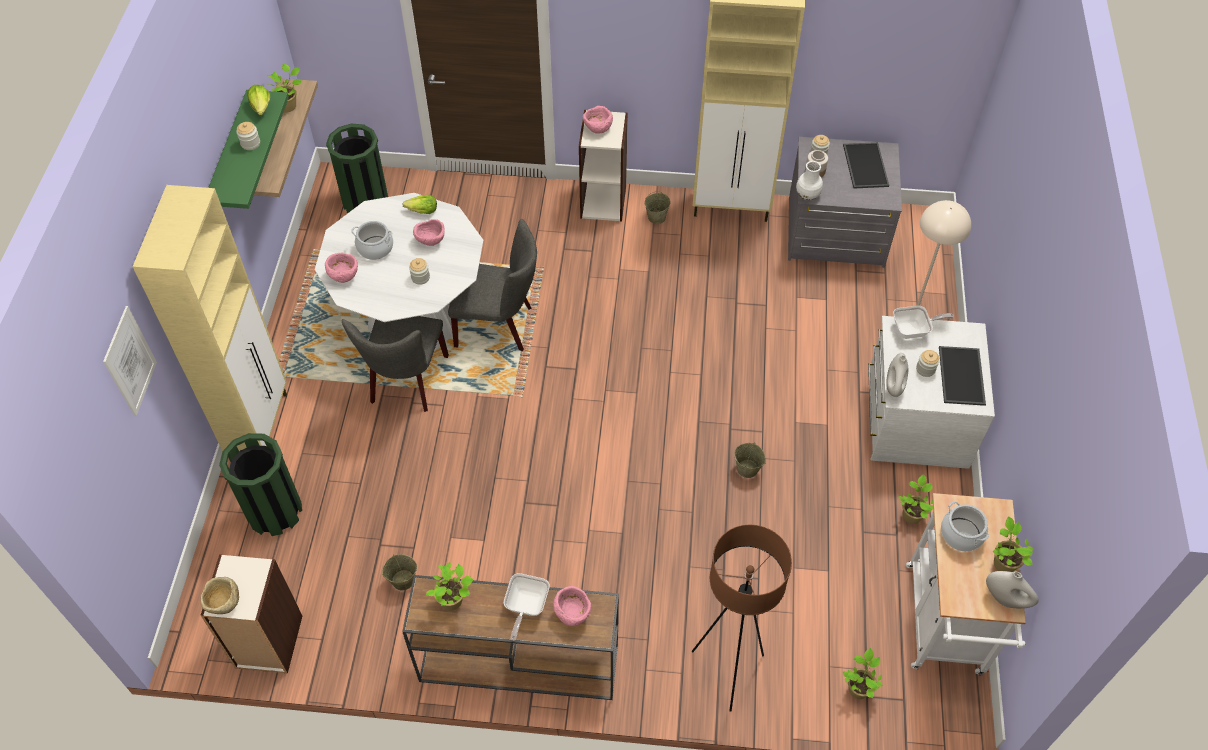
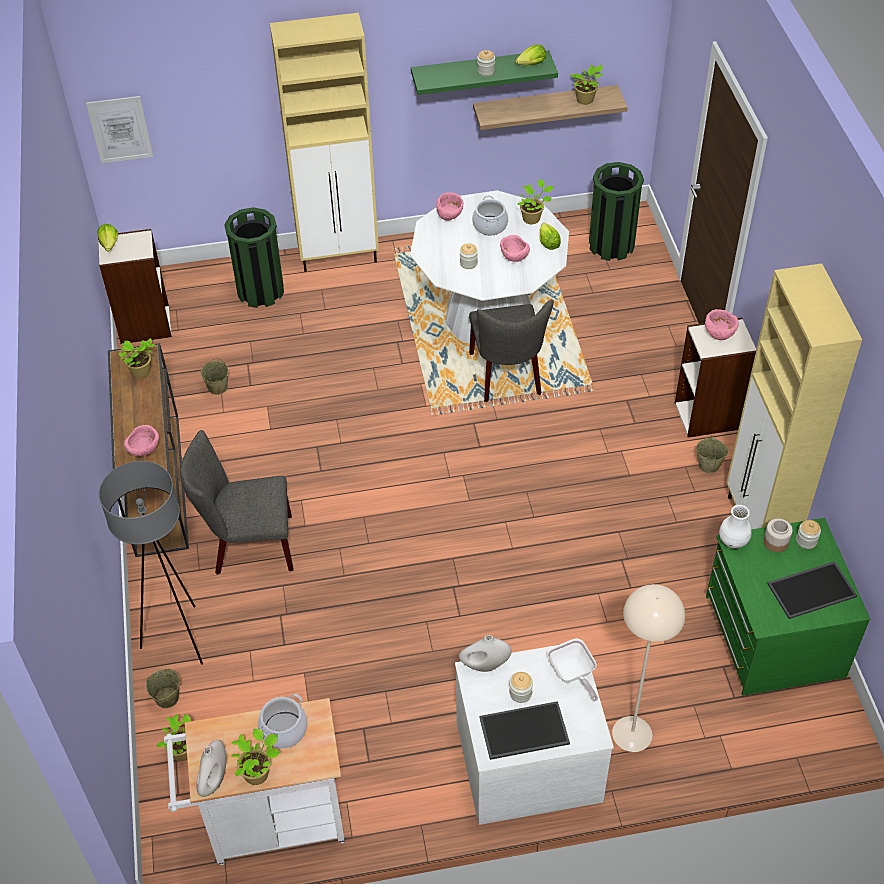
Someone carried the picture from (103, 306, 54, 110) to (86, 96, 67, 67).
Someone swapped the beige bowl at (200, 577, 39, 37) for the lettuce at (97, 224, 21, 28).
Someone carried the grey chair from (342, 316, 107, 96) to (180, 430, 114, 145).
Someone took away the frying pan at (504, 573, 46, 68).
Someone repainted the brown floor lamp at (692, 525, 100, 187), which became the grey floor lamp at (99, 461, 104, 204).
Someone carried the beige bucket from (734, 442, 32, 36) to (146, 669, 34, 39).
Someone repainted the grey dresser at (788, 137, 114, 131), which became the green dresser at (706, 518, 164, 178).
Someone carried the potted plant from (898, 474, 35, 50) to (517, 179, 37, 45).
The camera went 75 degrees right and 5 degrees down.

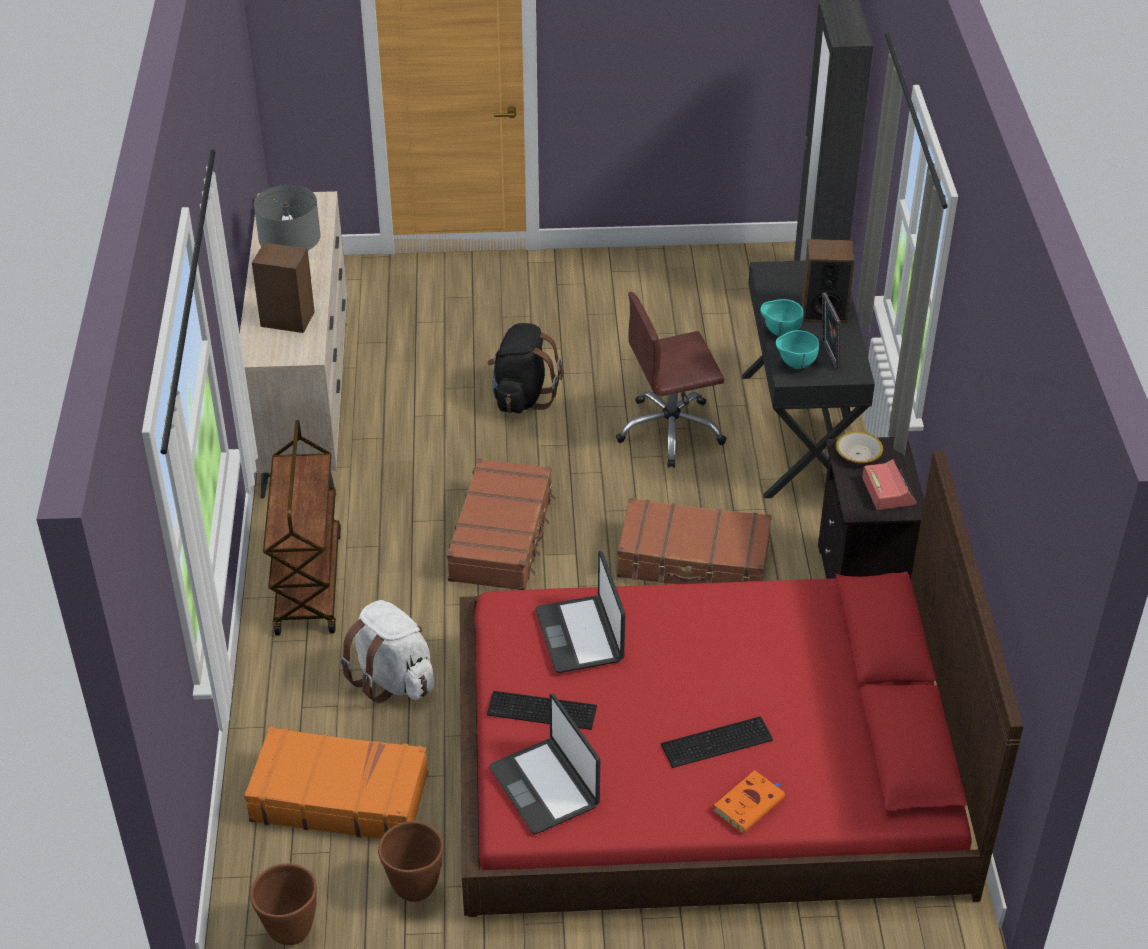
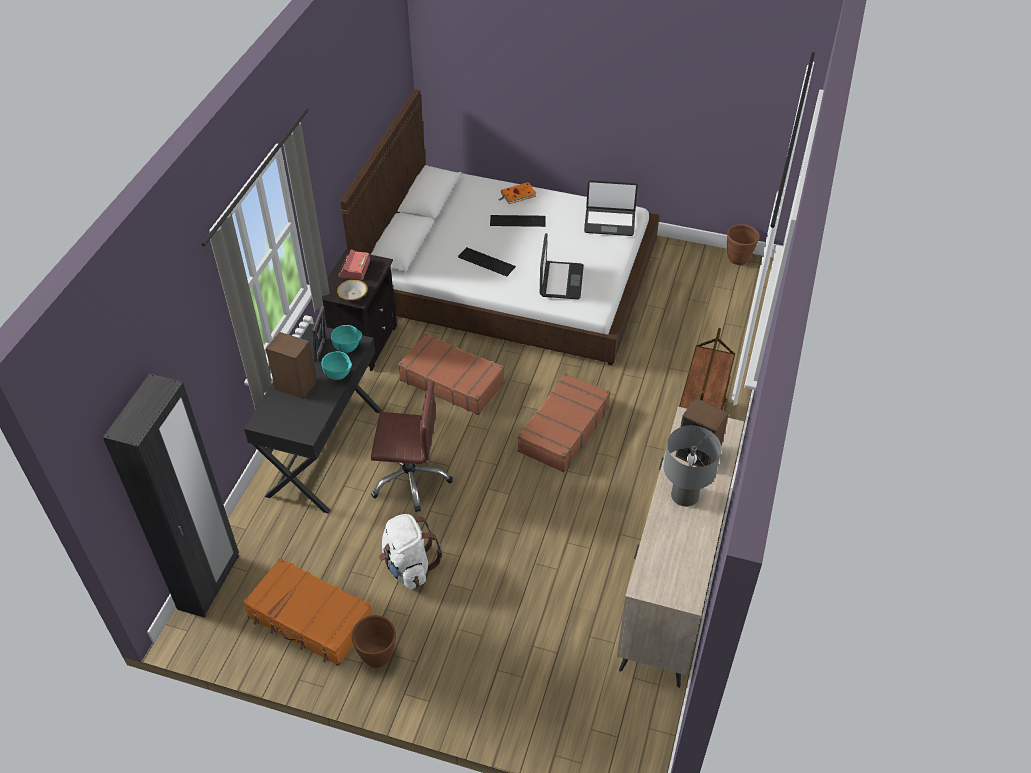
Someone carried the orange suitcase from (244, 727, 184, 112) to (243, 558, 129, 108).
Someone carried the white backpack from (340, 600, 94, 103) to (379, 514, 63, 76).
Someone carried the brown planter from (378, 821, 66, 81) to (352, 615, 44, 53).
Someone repainted the red bed at (459, 451, 565, 466), which became the white bed at (340, 89, 320, 276).
Someone took away the black backpack at (487, 323, 76, 90).
Someone carried the keyboard from (487, 691, 110, 39) to (458, 247, 58, 29).
Someone rotated the laptop at (489, 693, 111, 141) by 105 degrees clockwise.
The camera went 160 degrees left and 5 degrees up.

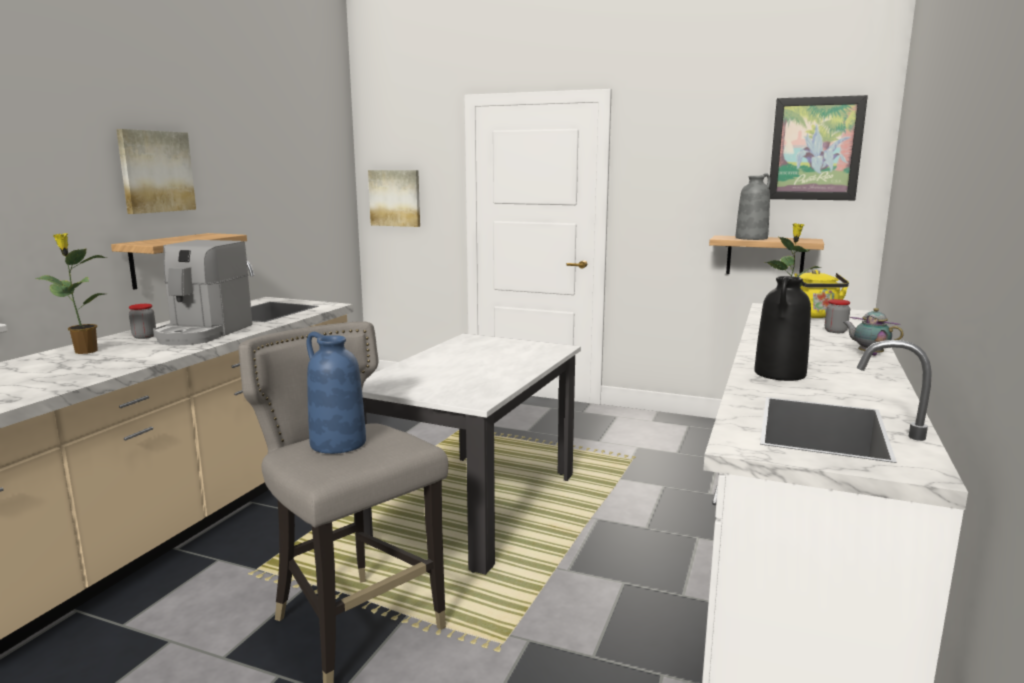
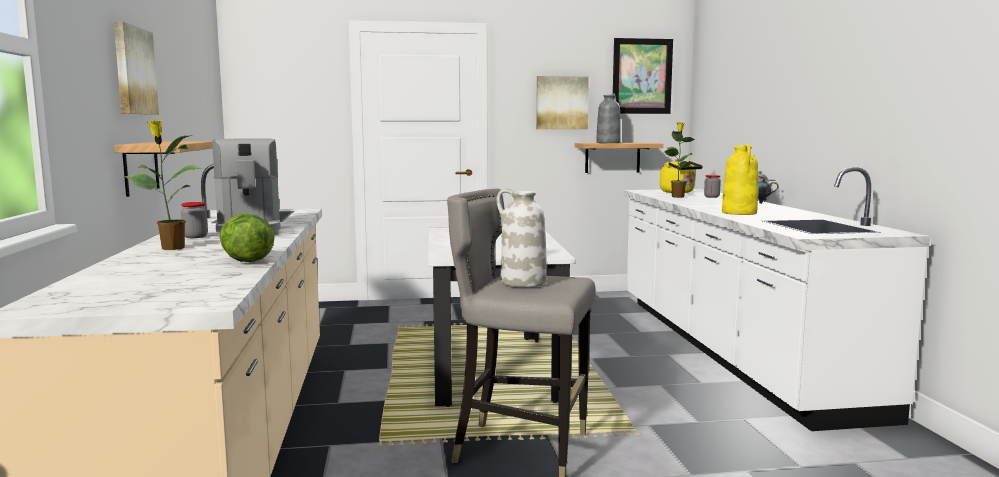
Someone repainted the blue vase at (306, 332, 60, 122), which became the white vase at (496, 188, 51, 99).
Someone carried the picture from (368, 170, 52, 57) to (536, 76, 53, 53).
Someone repainted the black vase at (754, 276, 57, 105), which became the yellow vase at (722, 144, 36, 71).
Someone put down the lettuce at (220, 214, 55, 48).
The camera went 30 degrees left and 5 degrees down.

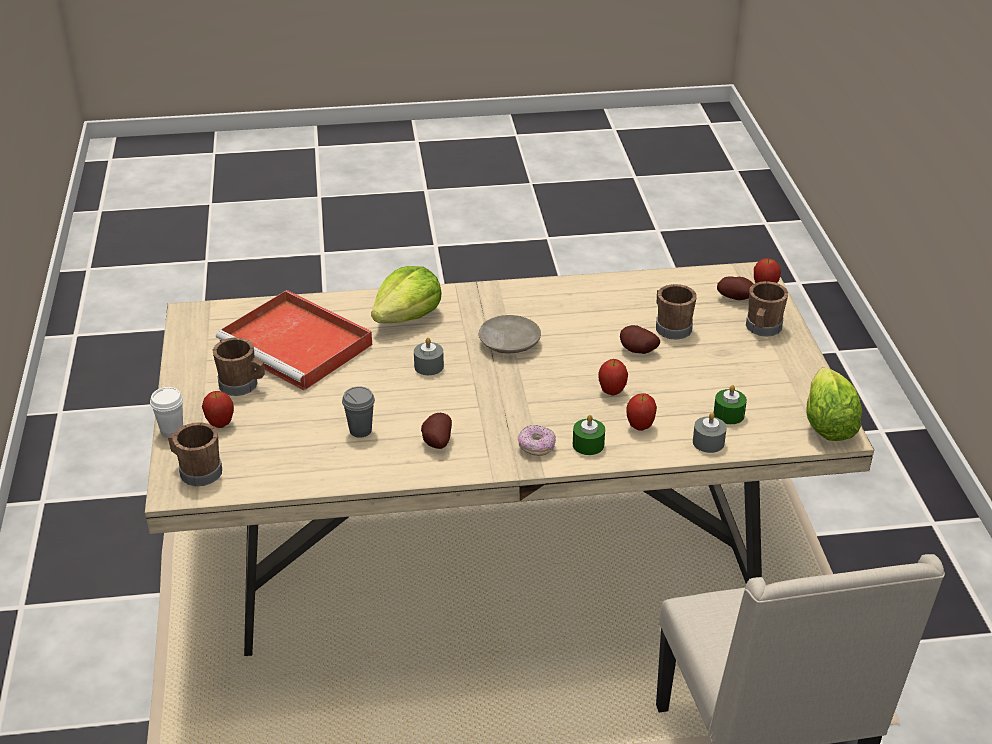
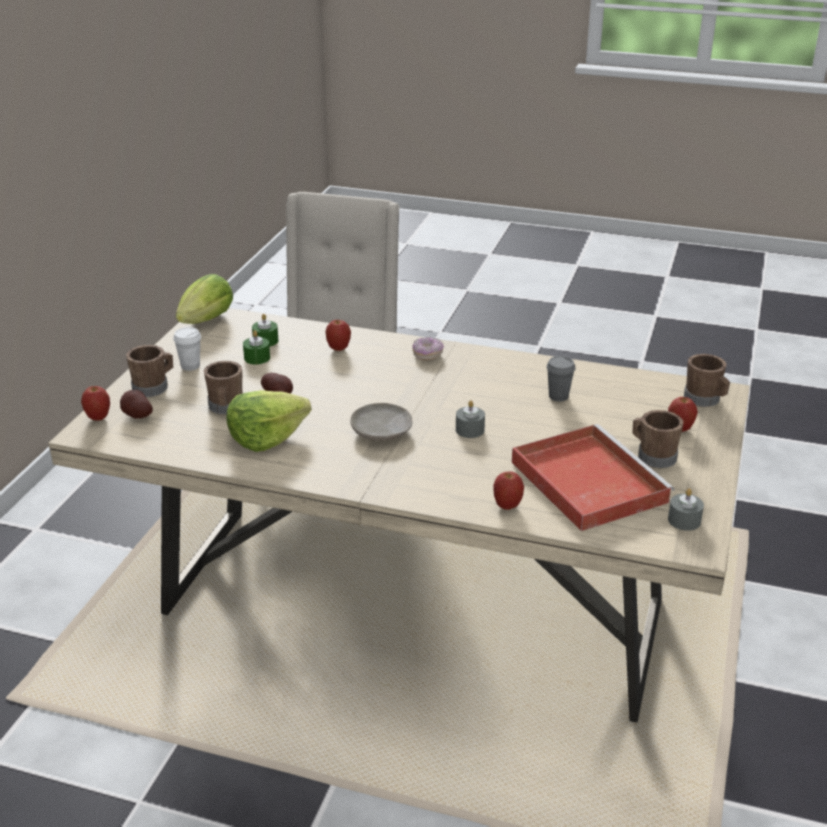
Someone carried the white cup from (150, 387, 33, 51) to (173, 327, 28, 44).
Someone carried the lettuce from (371, 266, 71, 57) to (226, 390, 85, 62).
Someone took away the potato at (421, 413, 31, 36).
Someone carried the green candle from (573, 415, 32, 40) to (243, 330, 27, 35).
Someone carried the apple from (599, 359, 29, 37) to (493, 471, 31, 39).
Someone carried the grey candle from (693, 412, 34, 41) to (668, 488, 36, 43).
The camera went 155 degrees left and 5 degrees down.

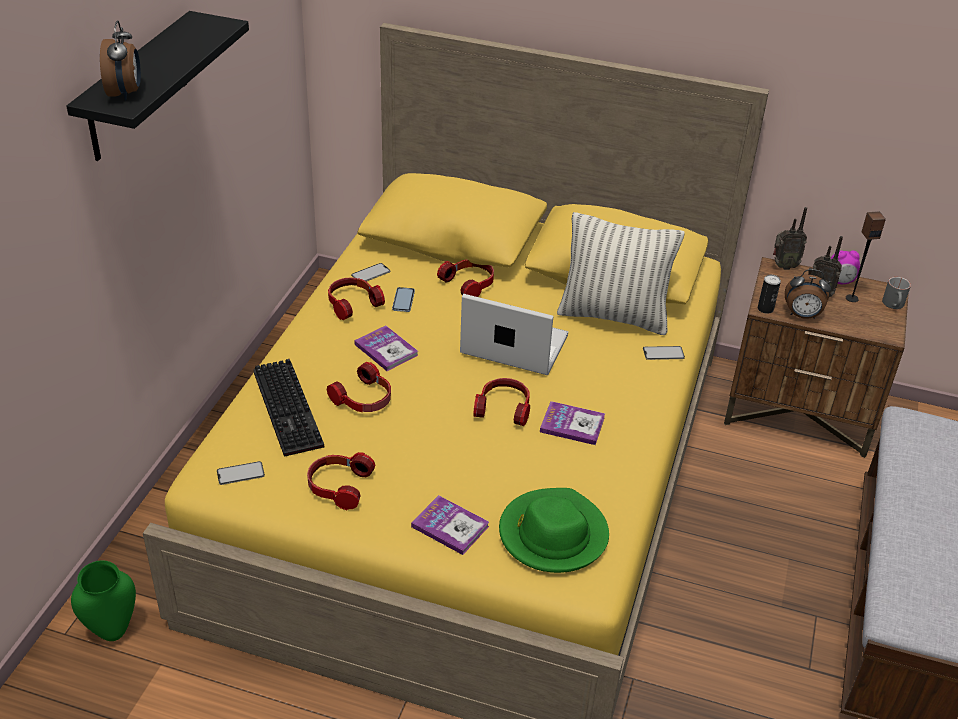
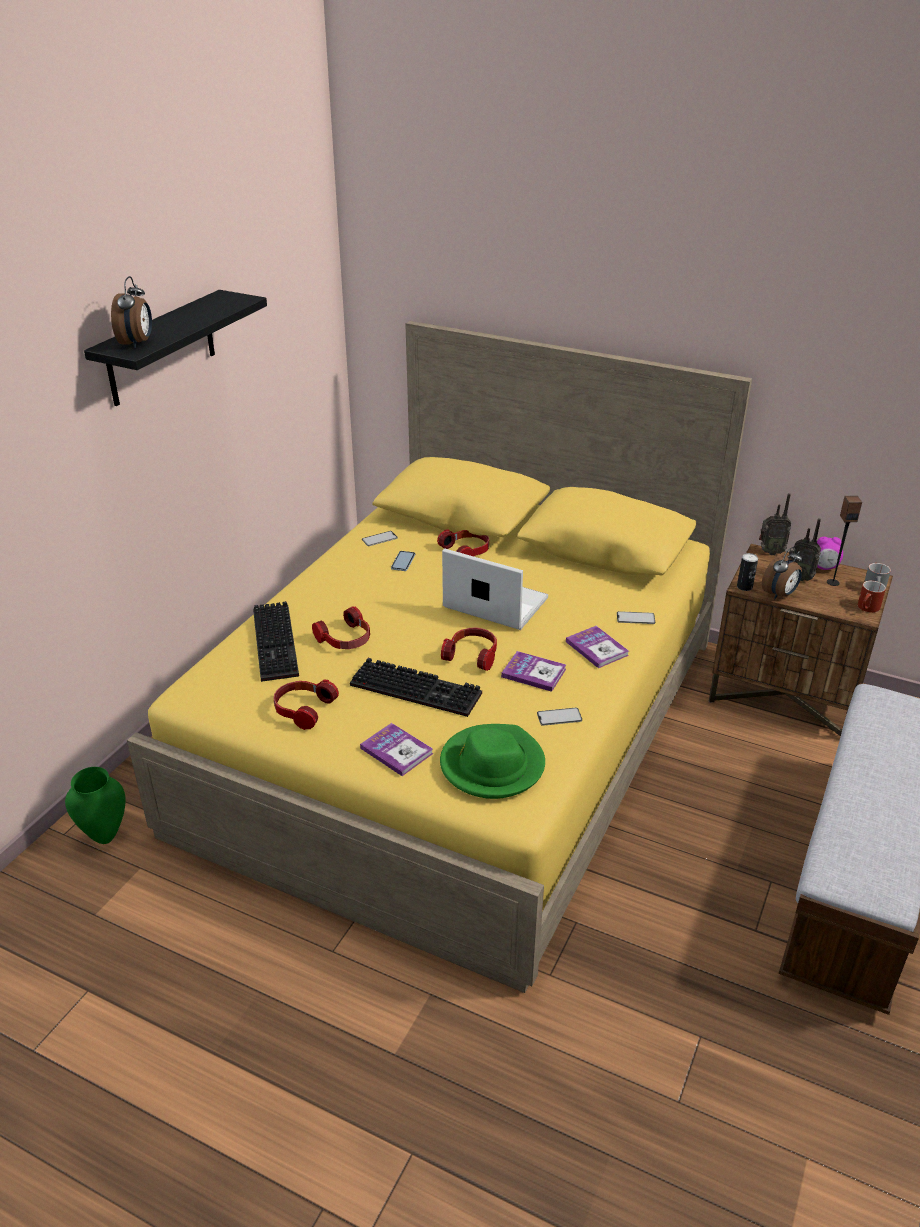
Someone carried the phone from (217, 461, 48, 24) to (537, 708, 45, 18).
Someone took away the headphones at (328, 277, 57, 43).
Someone carried the book from (354, 326, 64, 45) to (566, 626, 63, 42).
Someone took away the pillow at (557, 212, 128, 123).
Someone rotated the alarm clock at (785, 269, 46, 50) by 60 degrees counterclockwise.
Someone put down the keyboard at (350, 658, 132, 59).
Someone put down the red mug at (858, 580, 28, 33).
The camera went 10 degrees right and 5 degrees down.

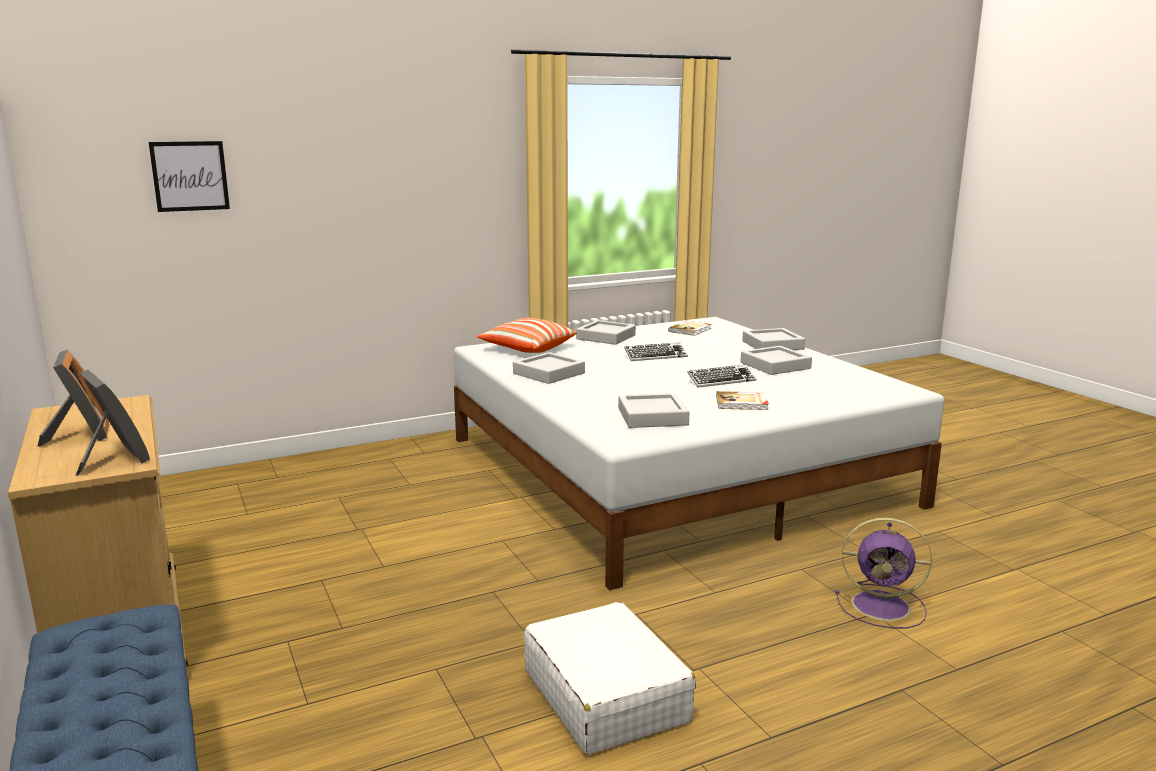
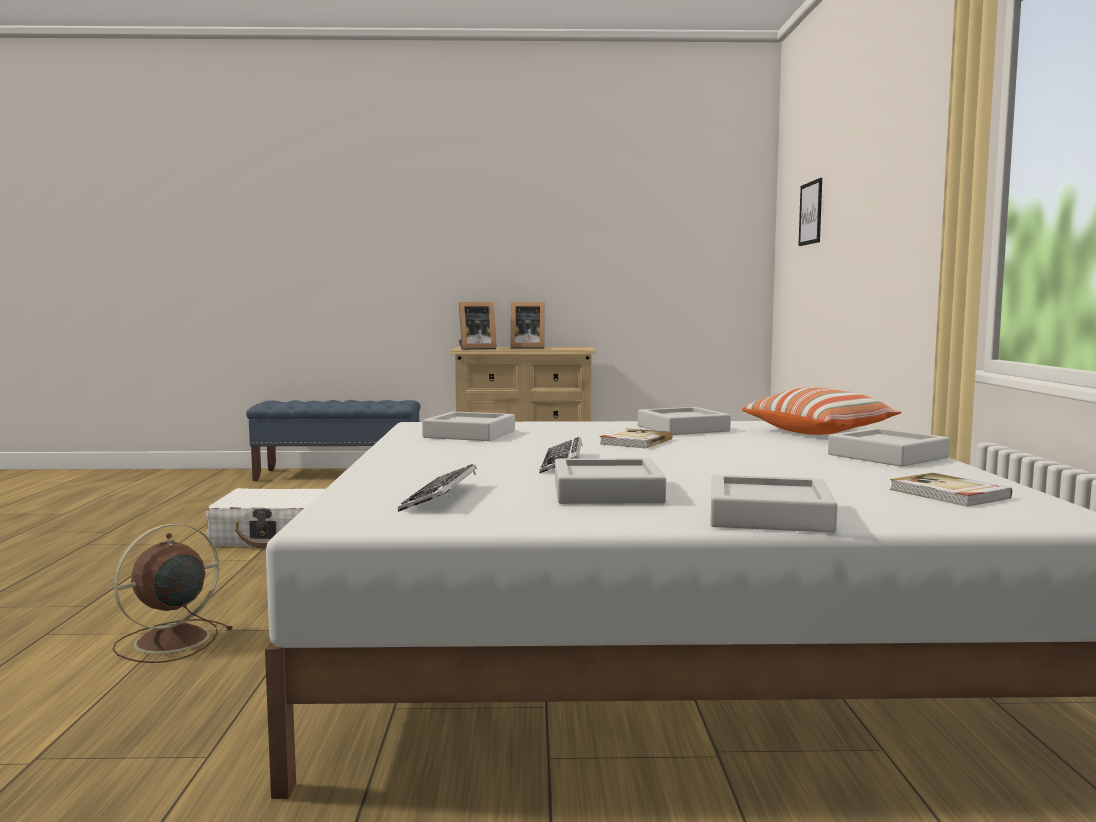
Someone carried the keyboard from (624, 342, 64, 19) to (398, 464, 79, 48).
Someone carried the book from (716, 391, 53, 19) to (600, 428, 73, 20).
Someone repainted the purple fan at (836, 518, 96, 110), which became the brown fan at (113, 524, 119, 139).
The camera went 115 degrees right and 10 degrees down.

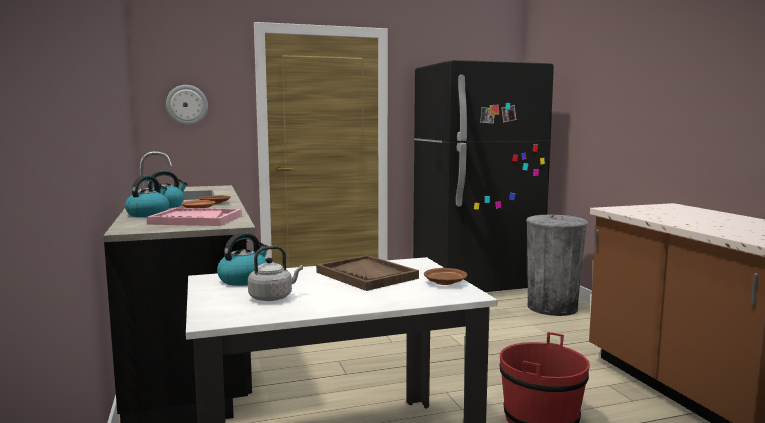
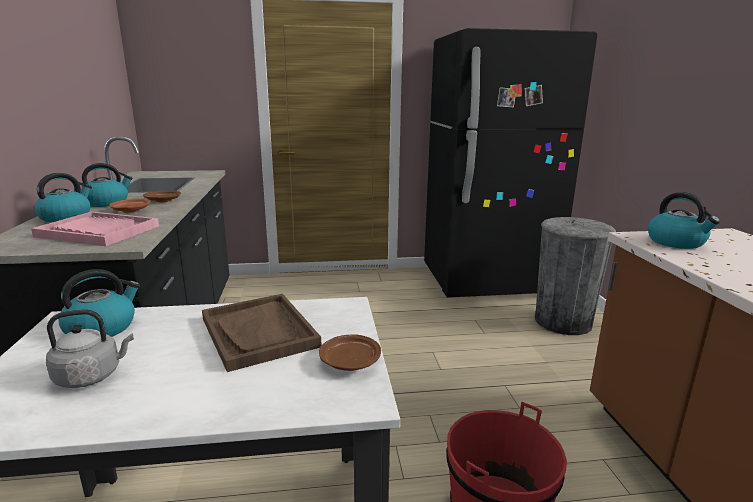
Someone took away the wall clock at (166, 85, 42, 40).
Someone put down the kettle at (648, 192, 72, 57).
The camera went 10 degrees right and 10 degrees up.

